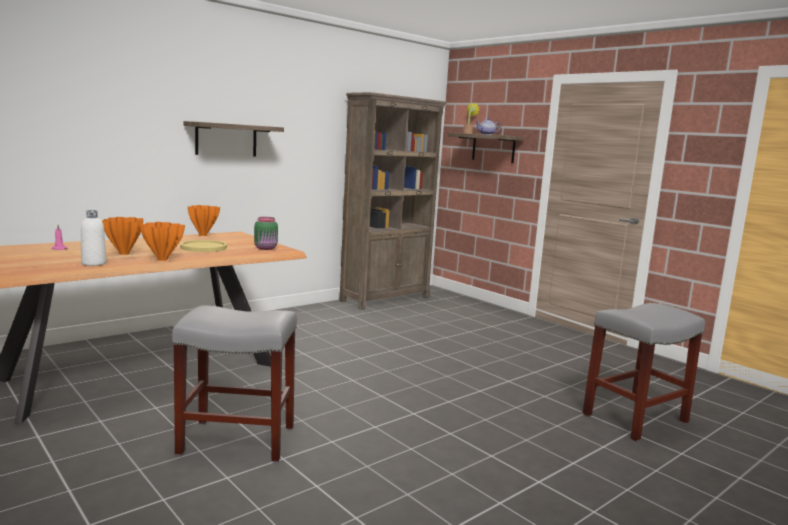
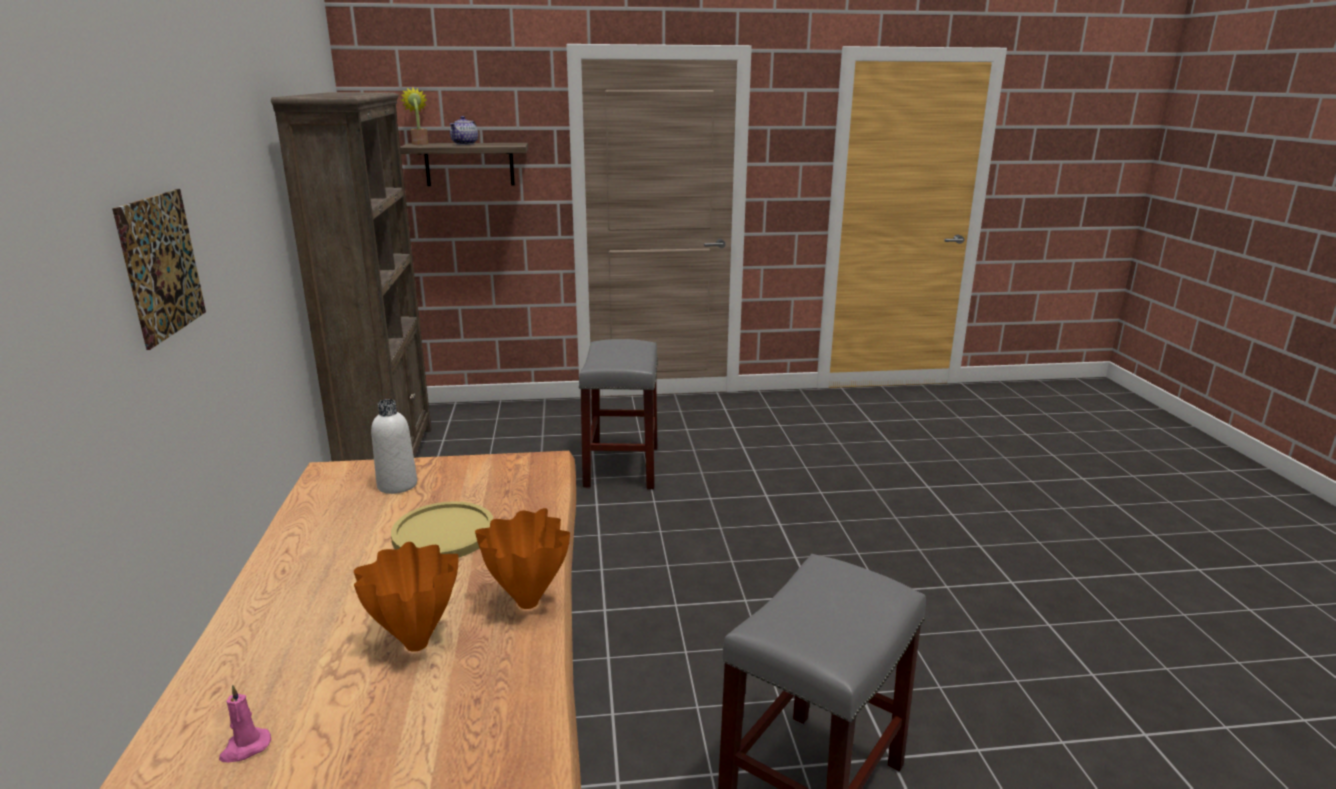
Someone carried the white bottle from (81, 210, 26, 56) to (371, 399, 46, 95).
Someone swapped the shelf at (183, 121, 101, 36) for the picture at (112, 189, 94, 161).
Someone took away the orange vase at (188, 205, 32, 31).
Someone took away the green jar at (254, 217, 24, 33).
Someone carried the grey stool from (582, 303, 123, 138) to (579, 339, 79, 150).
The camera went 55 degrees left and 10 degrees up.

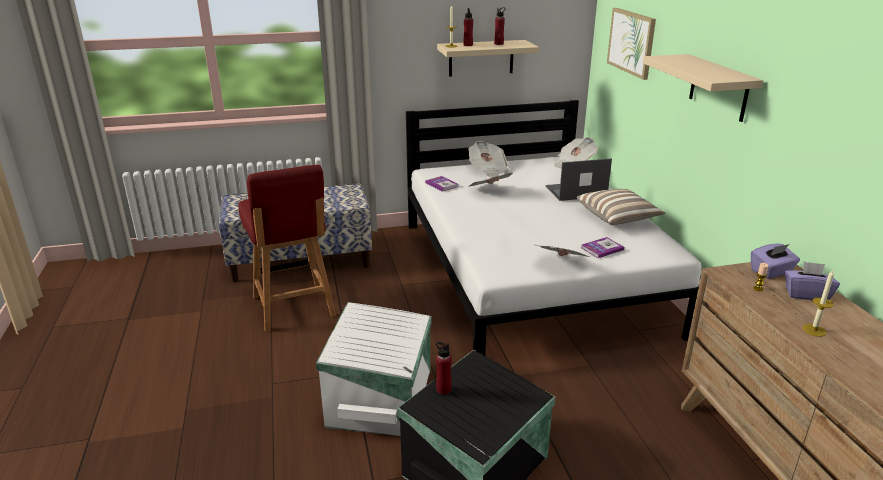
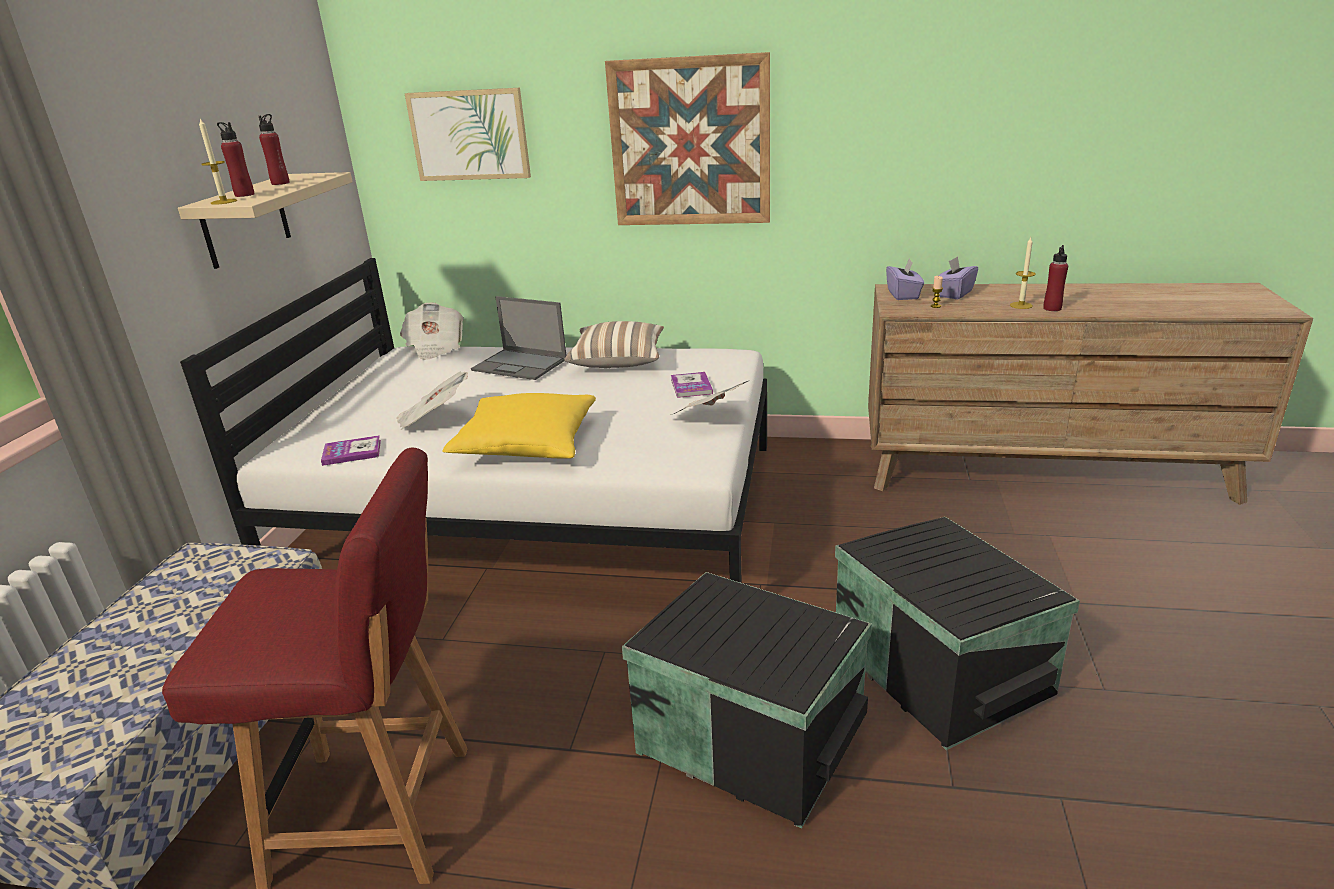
Someone repainted the white storage box at (316, 302, 116, 134), which became the black storage box at (622, 572, 250, 257).
Someone carried the red bottle from (436, 342, 16, 52) to (1043, 245, 25, 66).
Someone took away the newspaper at (468, 141, 41, 36).
Someone rotated the laptop at (546, 159, 66, 42) by 75 degrees counterclockwise.
Someone swapped the beige shelf at (643, 54, 120, 68) for the picture at (605, 52, 165, 173).
Someone put down the yellow pillow at (442, 393, 154, 66).
The camera went 65 degrees left and 0 degrees up.

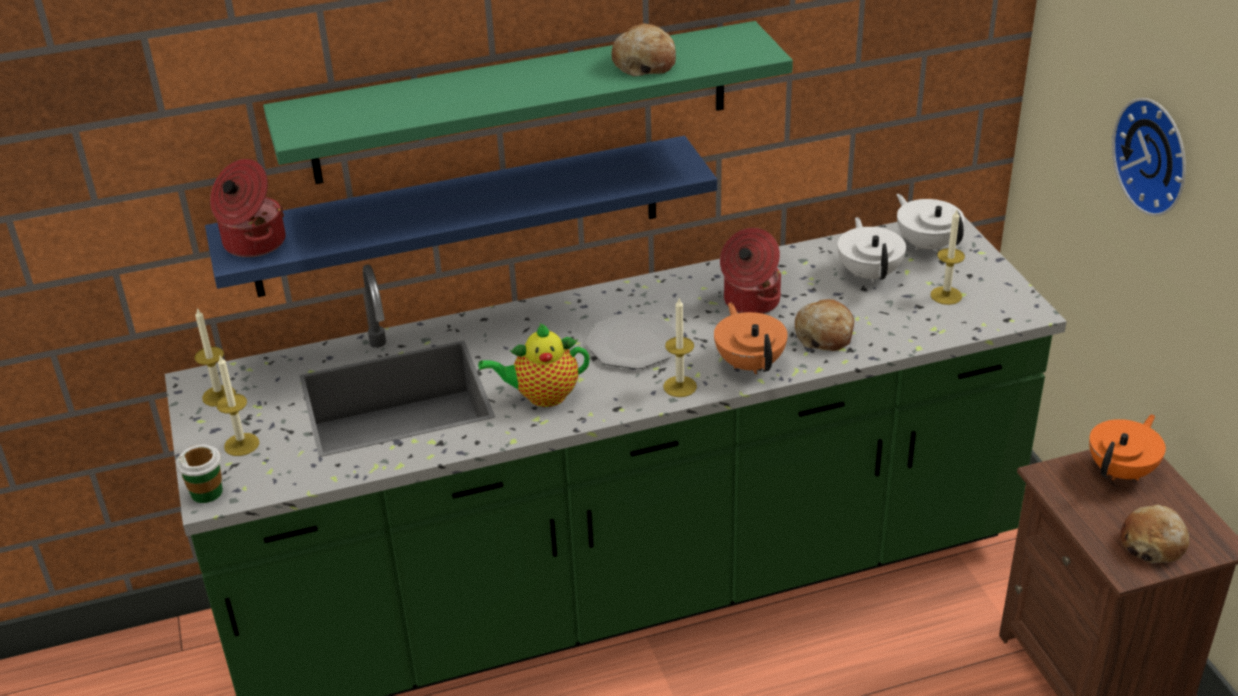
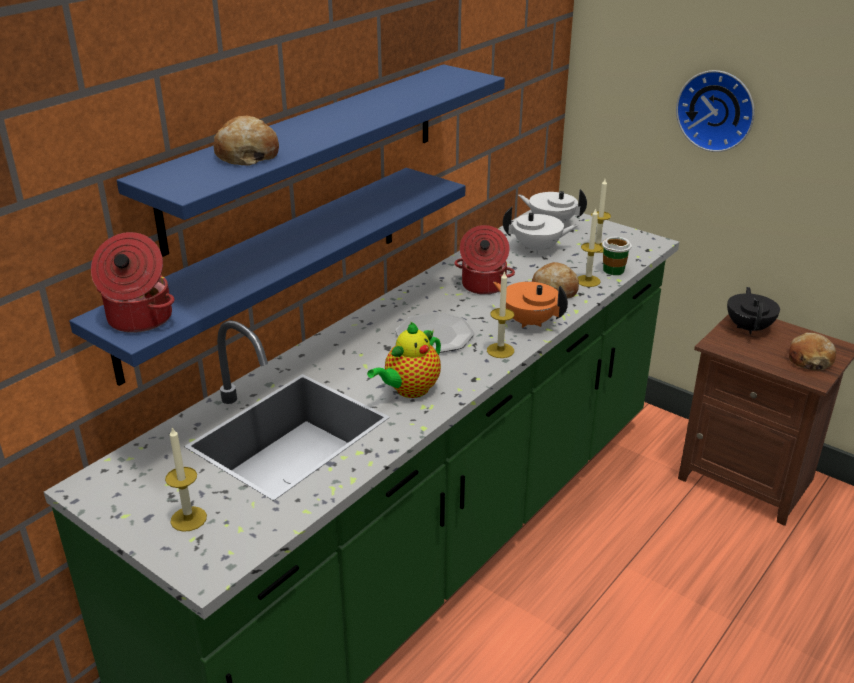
Someone carried the cup from (176, 444, 47, 59) to (602, 237, 30, 38).
Someone carried the candle from (194, 308, 42, 99) to (578, 208, 24, 79).
Someone repainted the green shelf at (263, 21, 530, 163), which became the blue shelf at (117, 64, 388, 193).
Someone carried the bread from (612, 23, 64, 53) to (213, 116, 66, 50).
Someone rotated the white teapot at (837, 217, 69, 66) by 135 degrees clockwise.
Someone repainted the orange teapot at (1089, 414, 77, 67), which became the black teapot at (727, 287, 53, 47).
The camera went 35 degrees left and 5 degrees down.

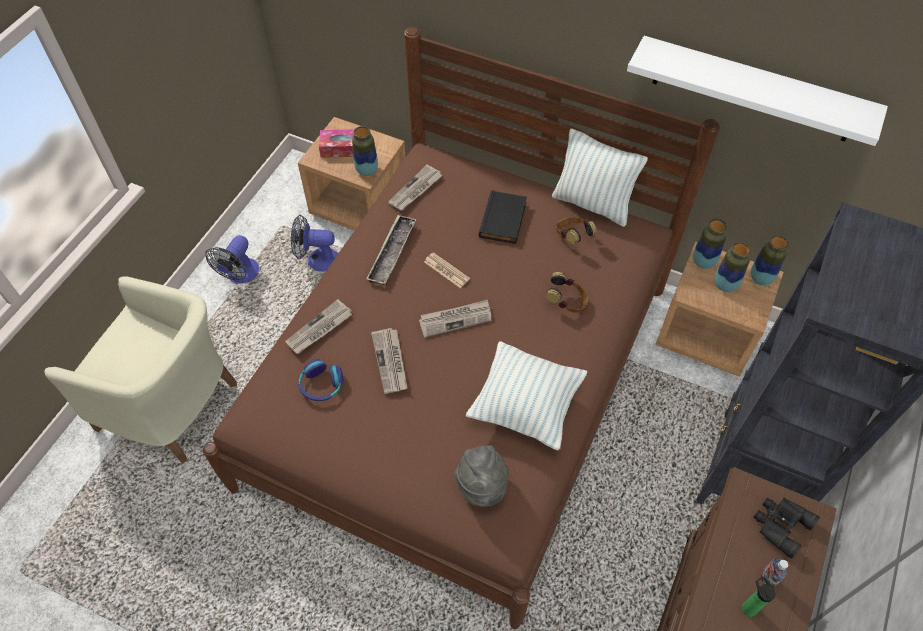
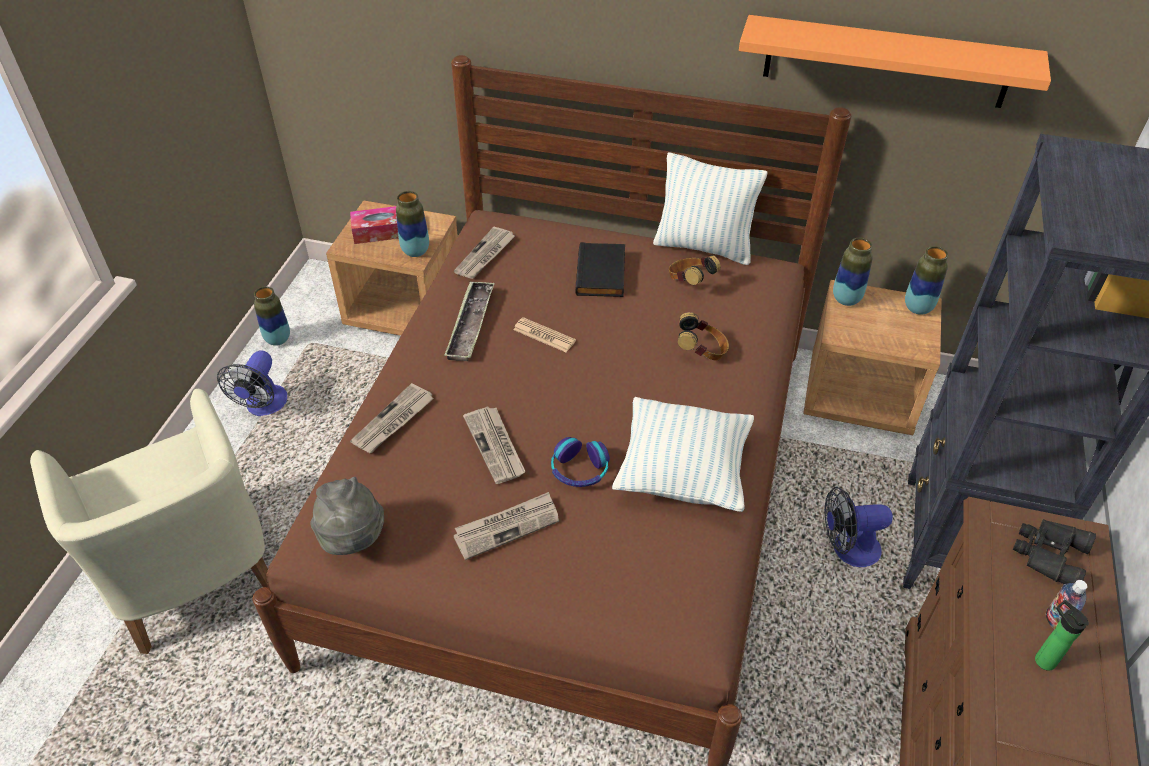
Someone rotated the beige armchair at (45, 276, 192, 187) by 45 degrees clockwise.
Someone carried the fan from (291, 215, 47, 57) to (825, 487, 68, 80).
Someone carried the headphones from (298, 359, 46, 42) to (551, 437, 59, 50).
Someone carried the newspaper from (419, 299, 73, 39) to (453, 492, 106, 68).
Someone carried the grey hat from (454, 445, 56, 62) to (310, 477, 74, 78).
Someone repainted the white shelf at (627, 36, 261, 110), which became the orange shelf at (739, 15, 312, 93).
Someone carried the vase from (715, 242, 36, 50) to (254, 286, 36, 60).
The camera went 10 degrees left and 10 degrees down.

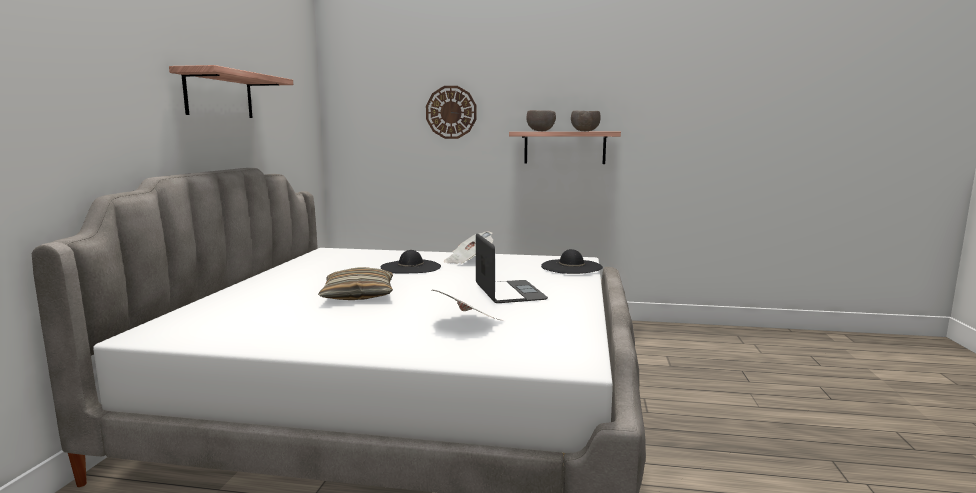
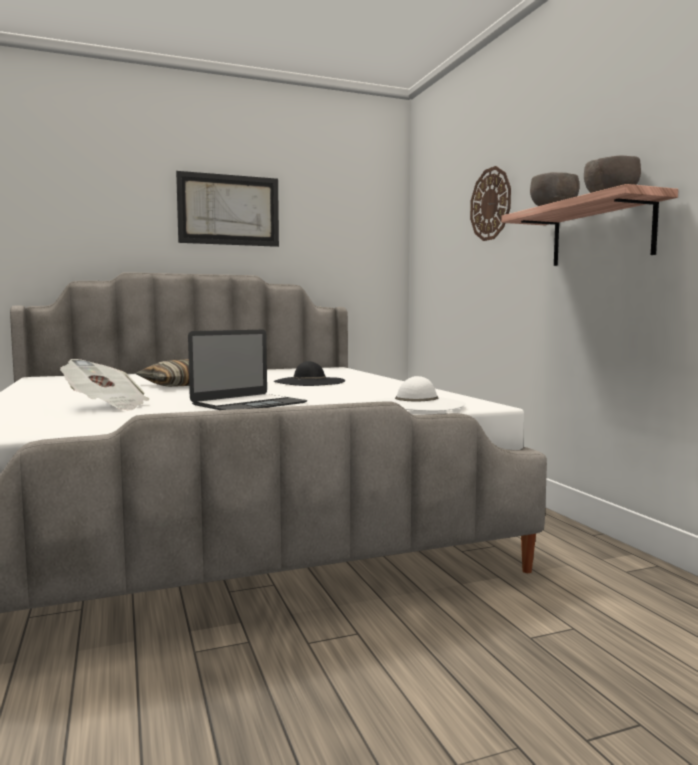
Someone swapped the shelf at (169, 65, 124, 53) for the picture at (176, 171, 103, 76).
Someone took away the newspaper at (444, 231, 49, 33).
Someone repainted the black hat at (541, 249, 62, 25), which became the white hat at (370, 376, 96, 35).
The camera went 60 degrees right and 5 degrees down.

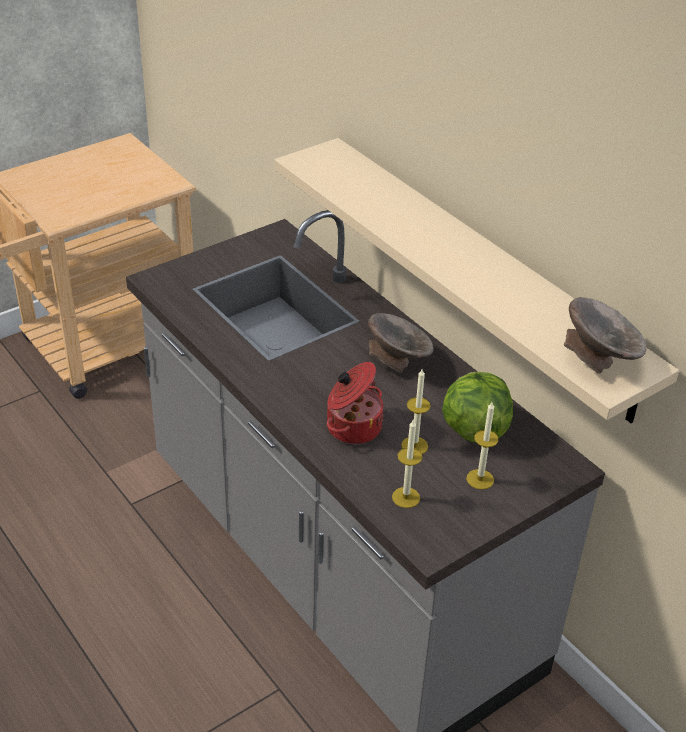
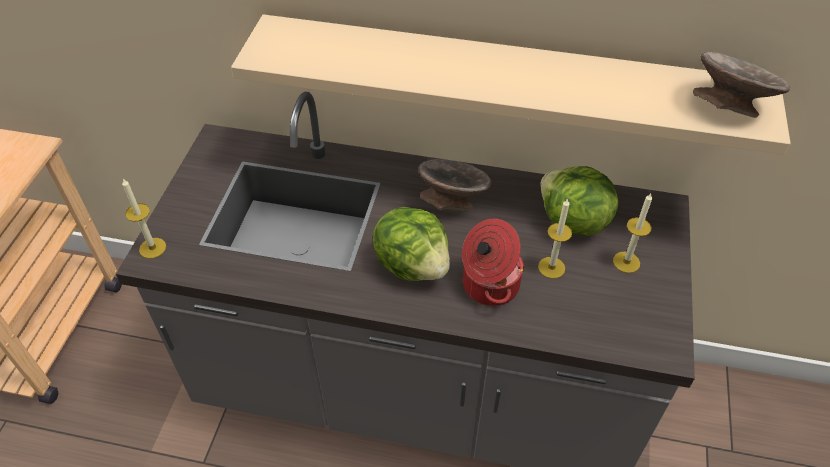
Someone carried the candle from (392, 420, 30, 88) to (122, 179, 44, 80).
Someone put down the lettuce at (373, 207, 77, 74).
The camera went 40 degrees left and 10 degrees up.

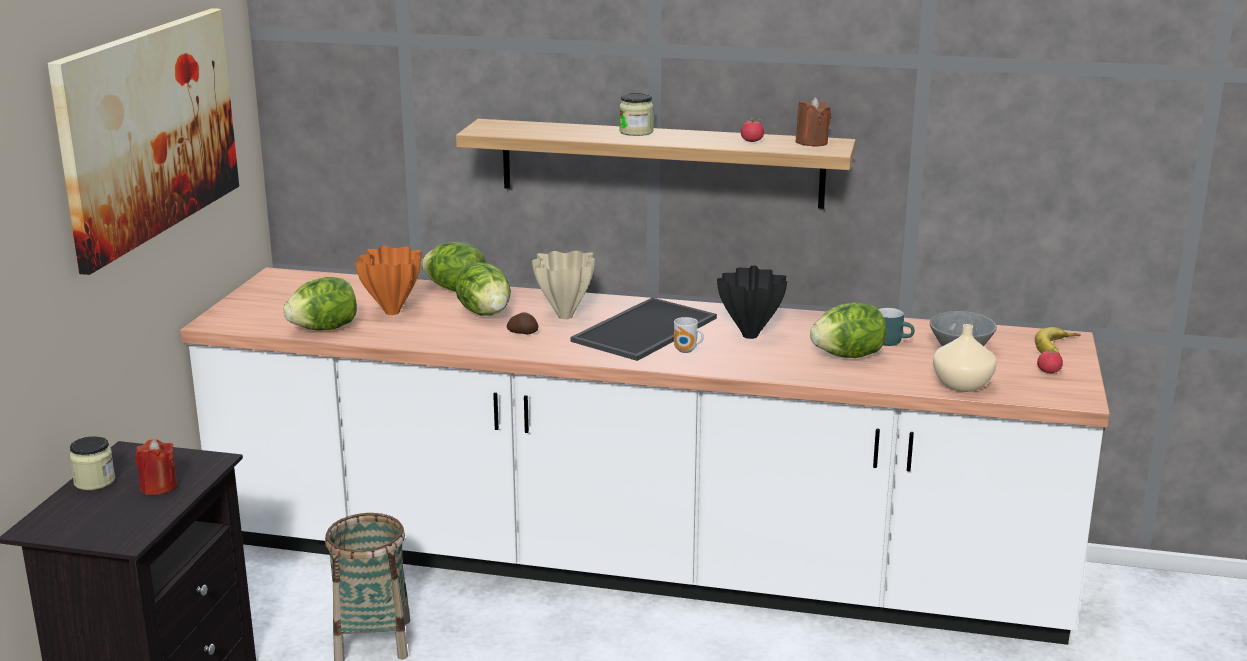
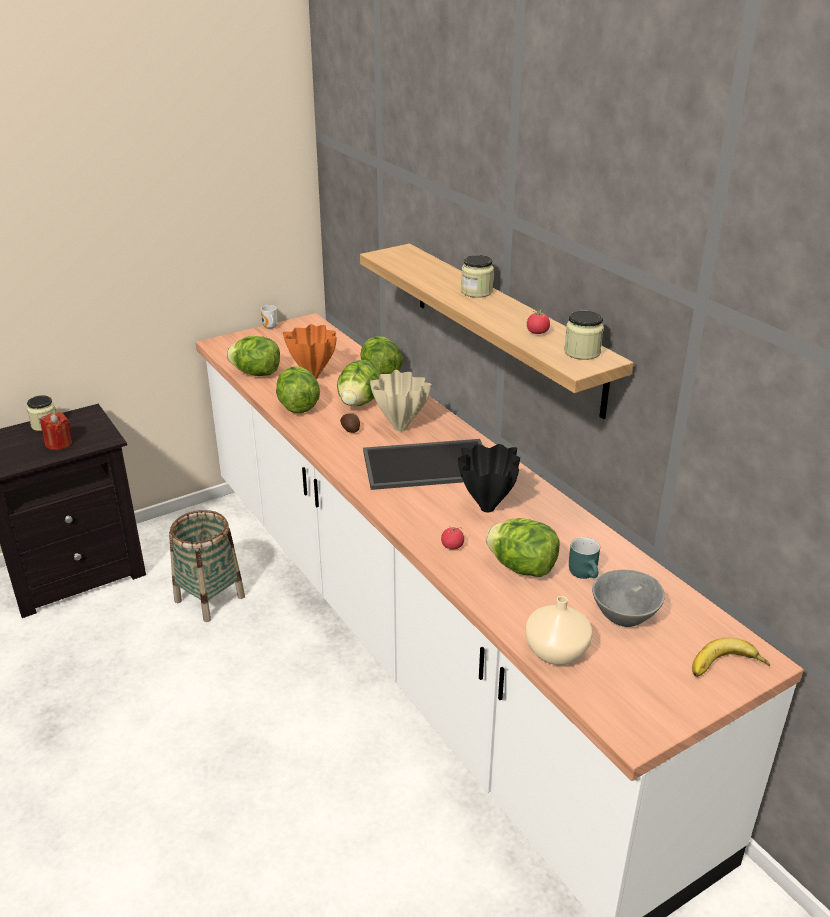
Someone took away the picture at (48, 8, 191, 267).
Someone carried the mug from (674, 317, 30, 36) to (261, 305, 16, 24).
Someone swapped the brown candle at (796, 97, 35, 49) for the jar at (564, 311, 40, 49).
Someone carried the tomato from (1037, 347, 26, 26) to (441, 526, 23, 23).
Someone put down the lettuce at (276, 366, 44, 47).
The camera went 45 degrees right and 10 degrees up.

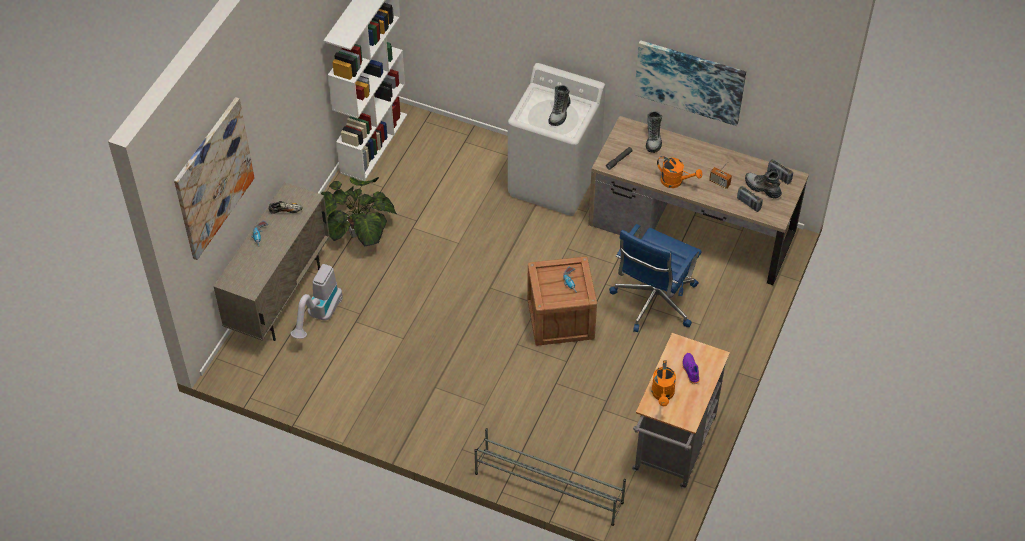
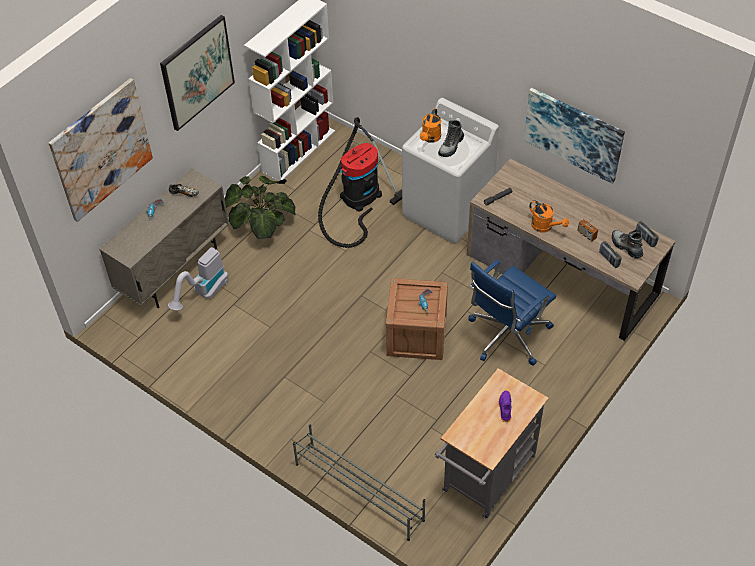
Someone took away the boot at (646, 111, 16, 42).
Someone carried the orange watering can from (652, 360, 24, 46) to (420, 108, 21, 35).
Someone put up the picture at (160, 15, 75, 116).
Someone put down the vacuum cleaner at (318, 117, 84, 131).
The camera went 15 degrees right and 0 degrees up.

